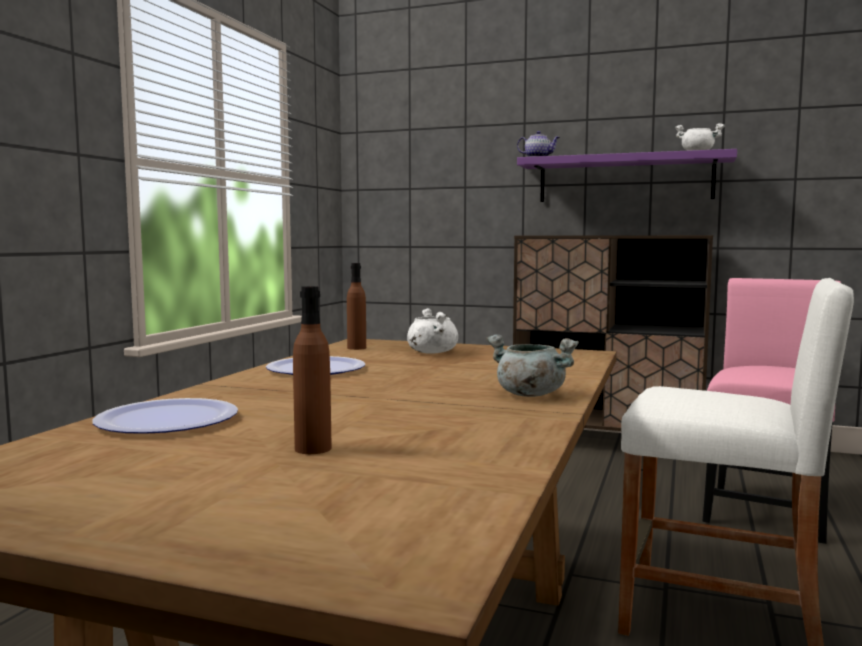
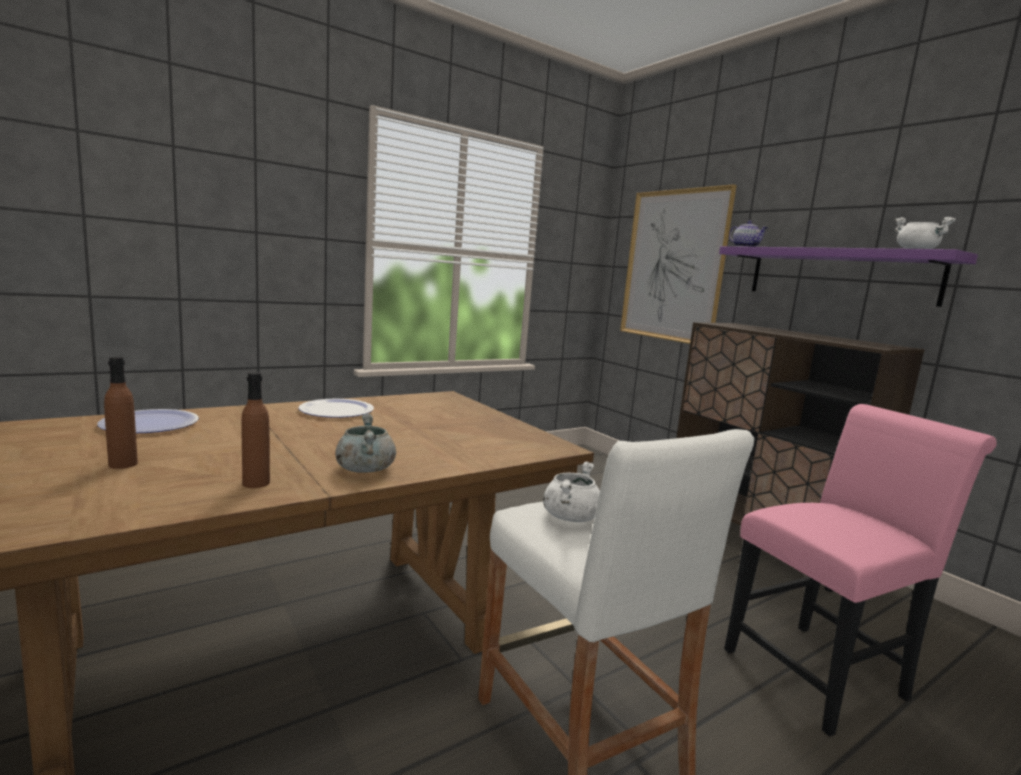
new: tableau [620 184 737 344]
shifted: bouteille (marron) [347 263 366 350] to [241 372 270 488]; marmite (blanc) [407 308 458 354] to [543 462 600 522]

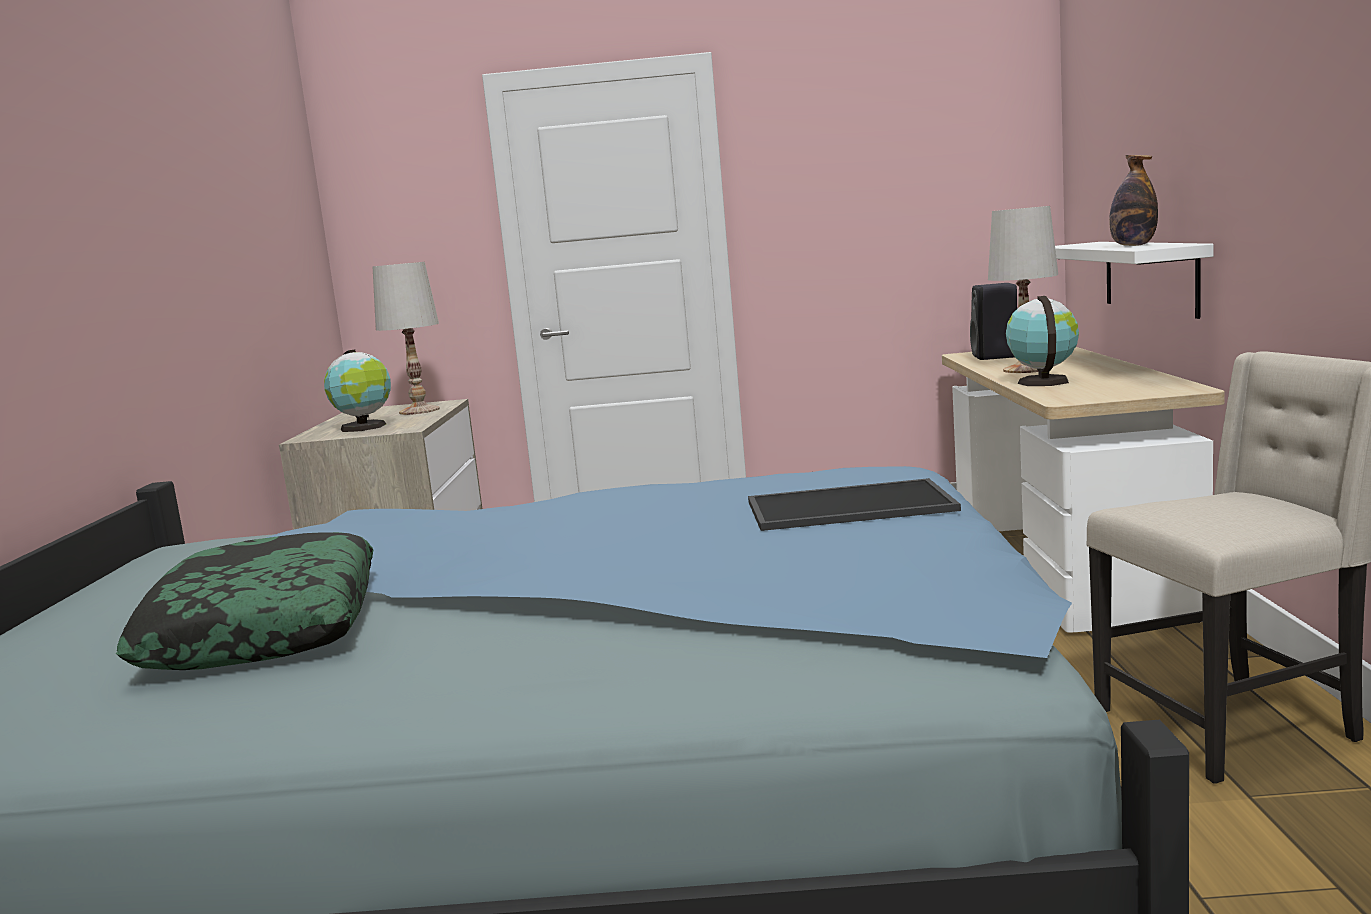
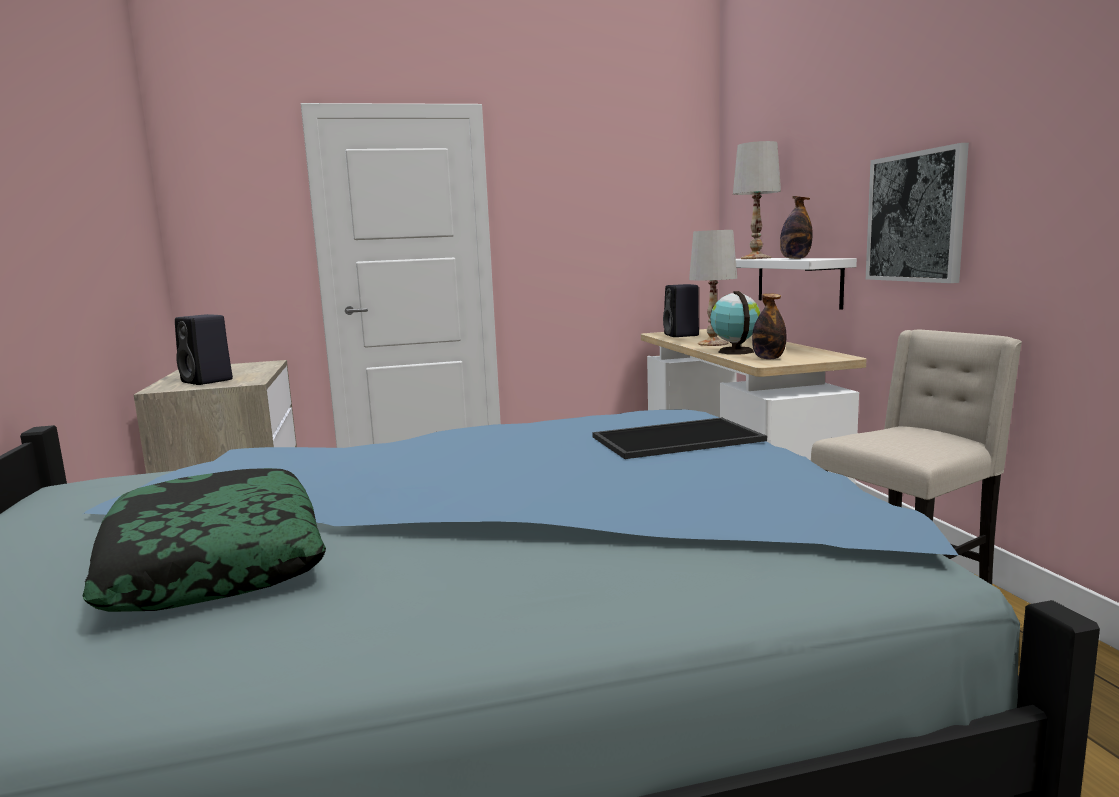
new: bouteille [752 294 786 359]; tableau [866 143 969 283]
shifted: lampe de table (blanc) [372 262 440 415] to [733 141 781 259]
swapped: globe [324 349 391 432] to enceinte (noir) [175 314 233 385]

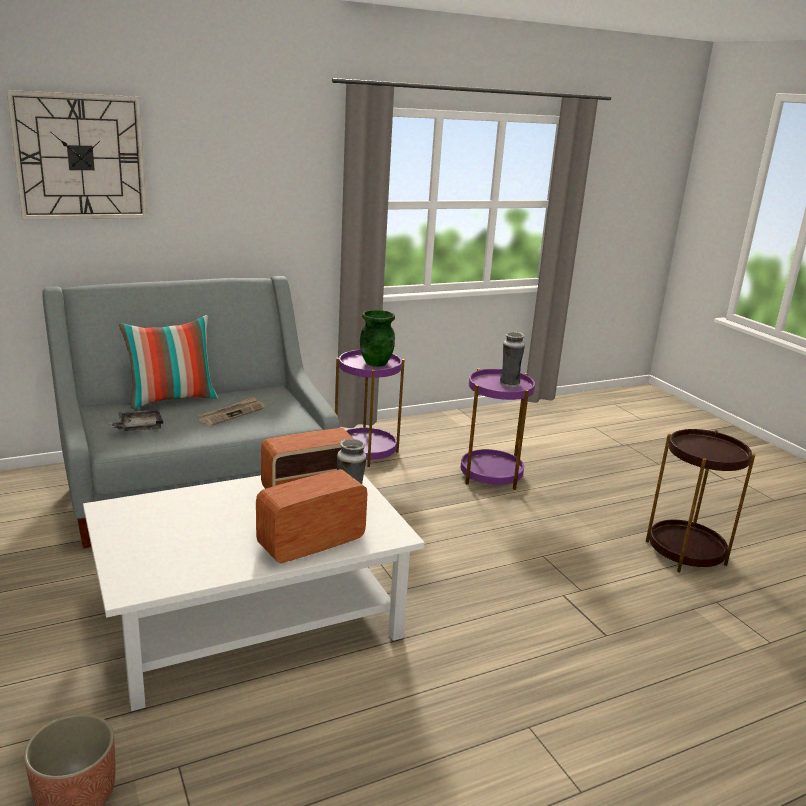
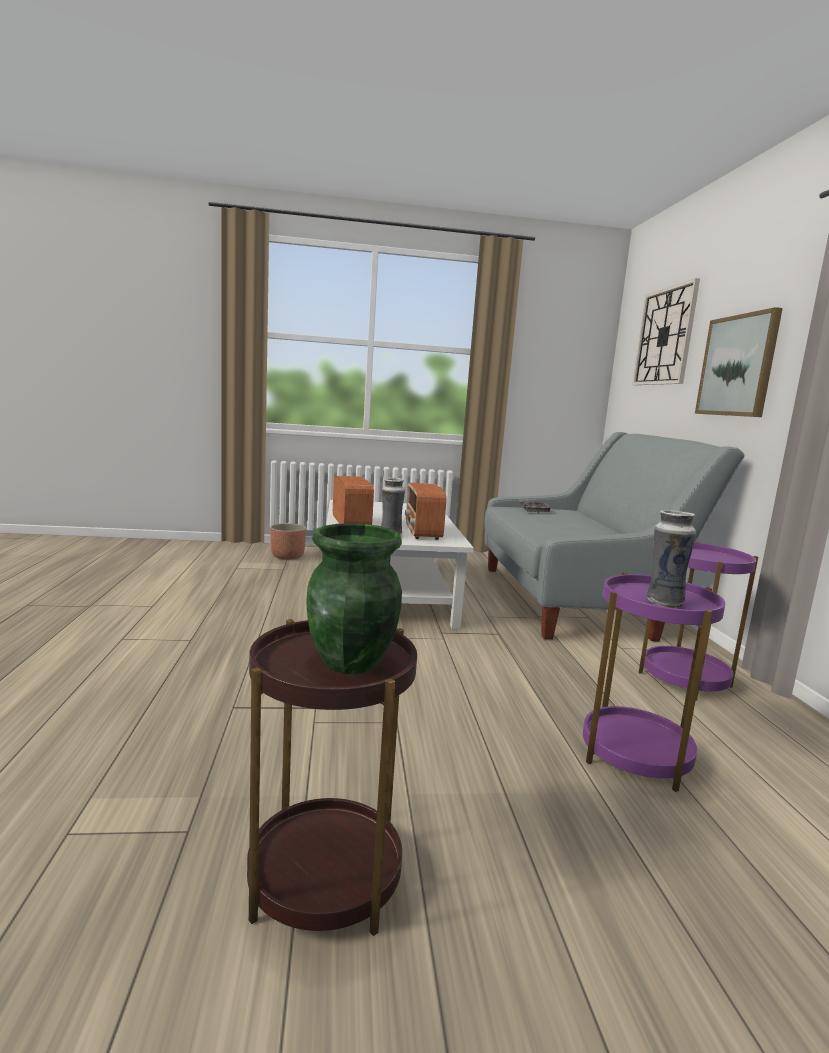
gone: coussin [119 315 218 409]; journal [198 397 265 426]
new: tableau [695 307 783 417]
shifted: vase (vert) [360 310 395 367] to [306 523 402 674]

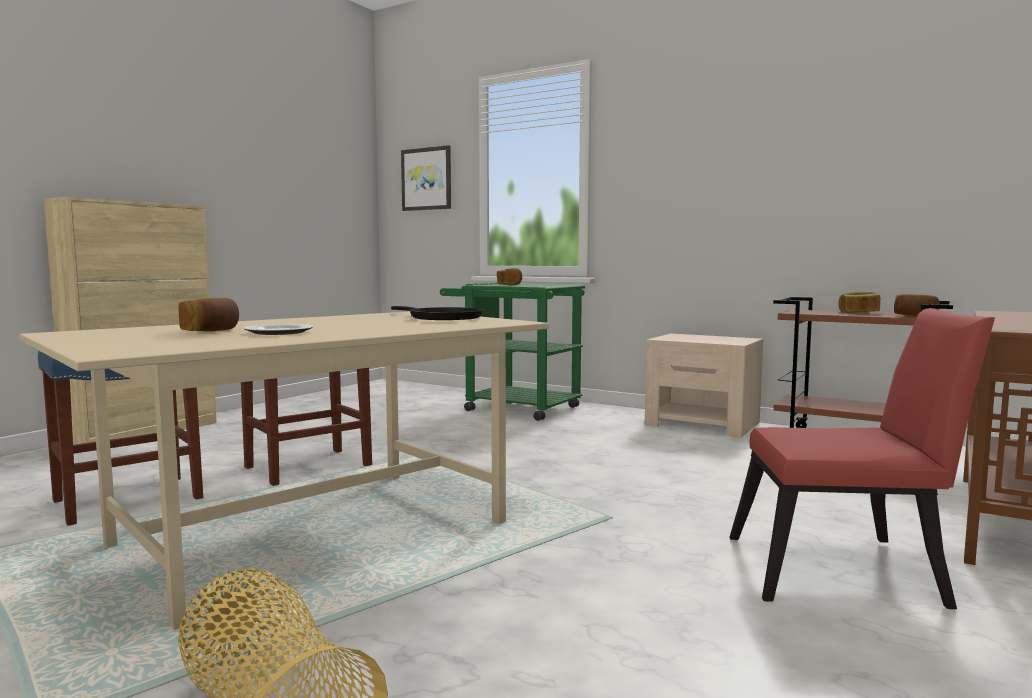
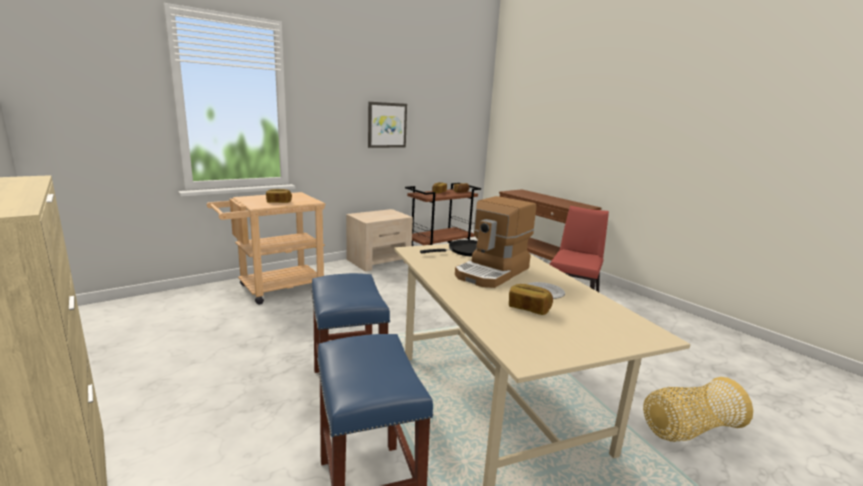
new: machine à café [455 196 536 288]
shifted: tableau [401 145 451 211] to [368 102 407 148]
repainted: chariot (vert) [440 283 585 421] to chariot (beige) [207 192 325 305]

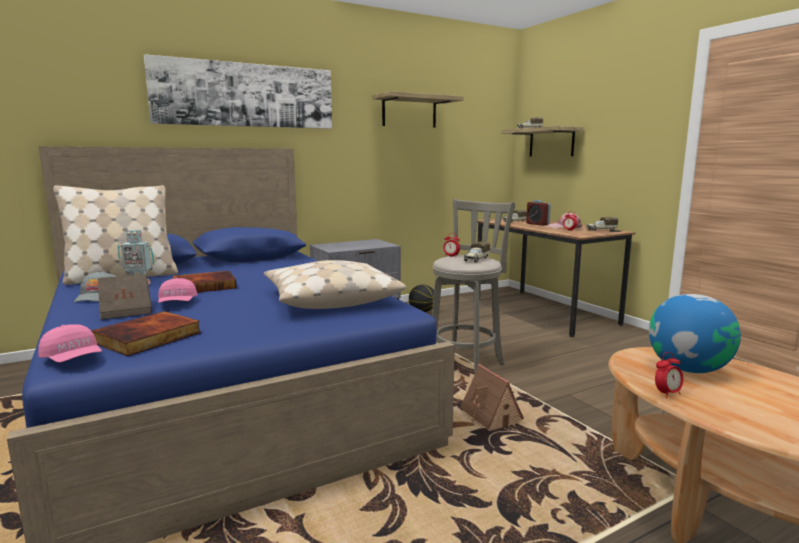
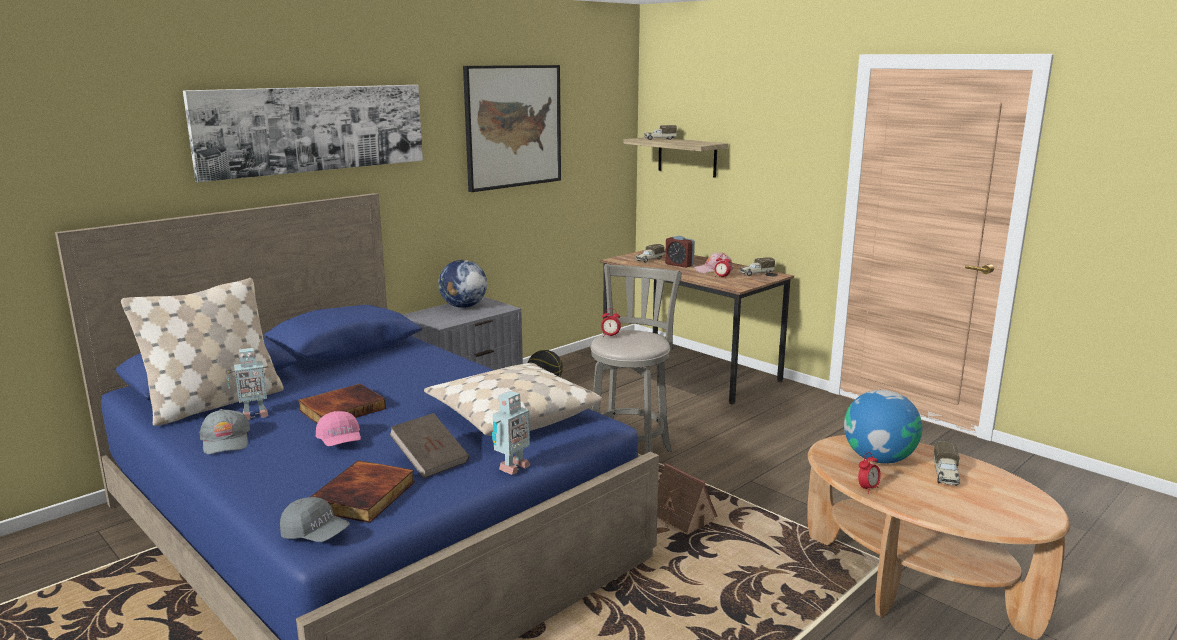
new: globe [438 260 487 308]; robot jouet [492 391 530 475]
shifted: livre (marron) [98 274 152 319] to [389 413 469 478]; camion jouet [463 241 490 262] to [933 442 960 486]
swapped: étagère [373 91 464 128] to tableau [463 65 561 192]
repainted: casquette (rose) [38 324 102 362] to casquette (gris) [280 497 350 542]

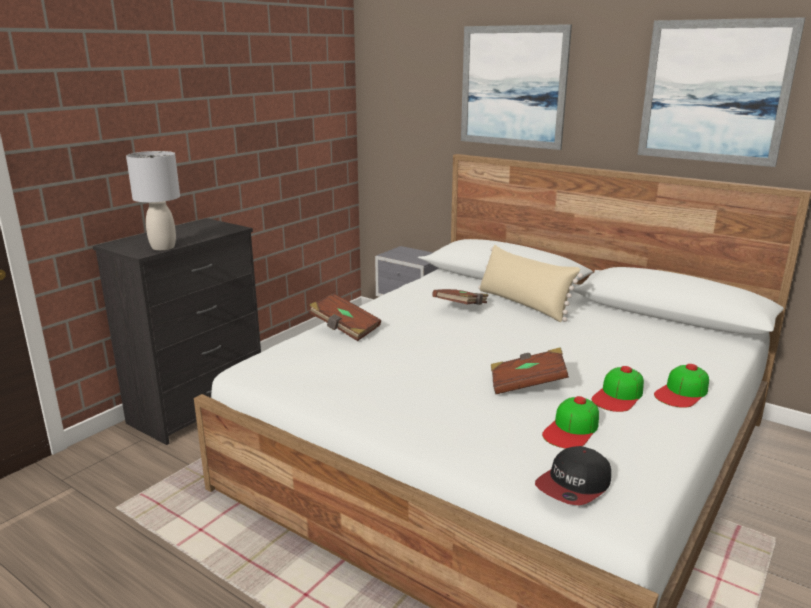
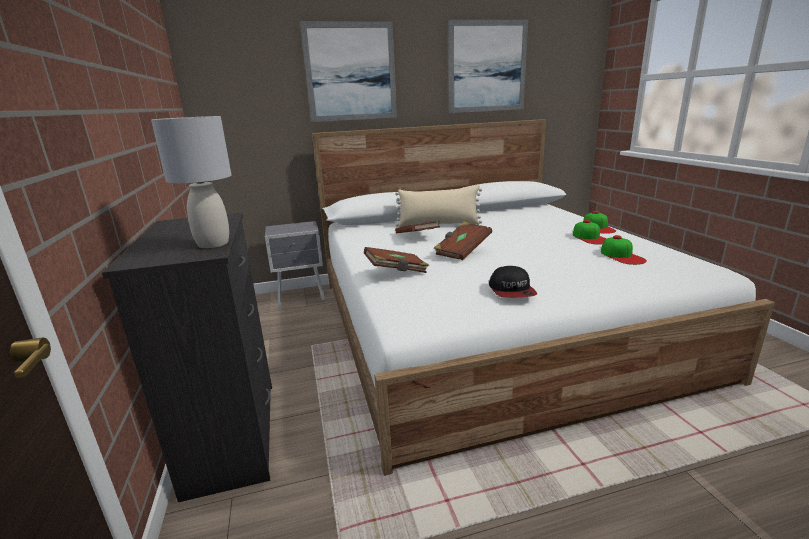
shifted: livre (marron) [491 347 569 394] to [434 222 492 260]; casquette [535 446 611 505] to [489 266 537 298]

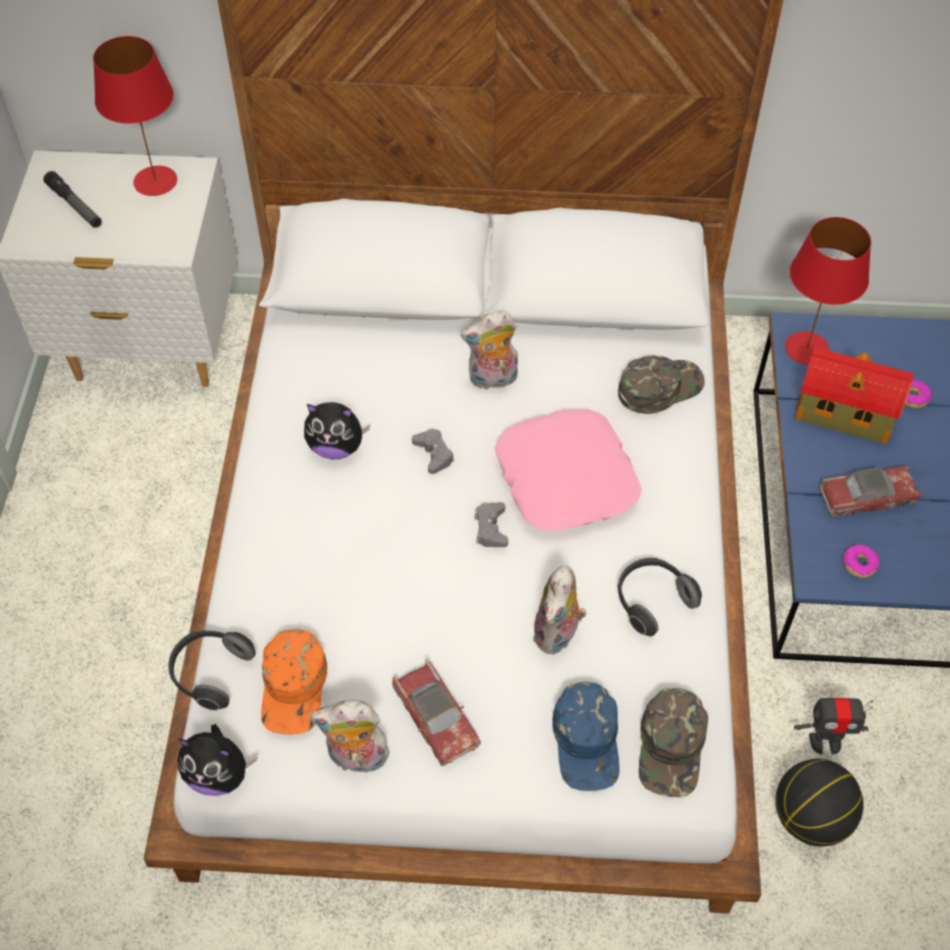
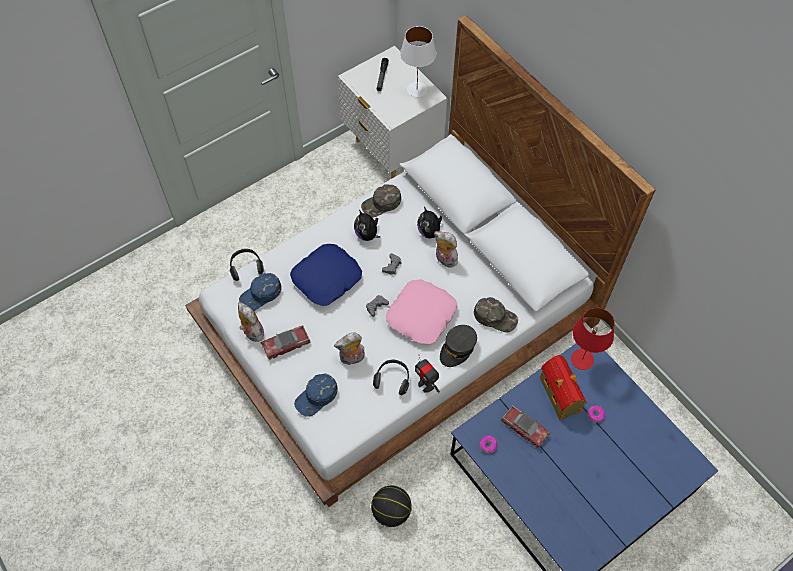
new: coussin (bleu) [290 244 362 306]; casquette (gris) [440 325 477 367]
shifted: casquette (vert) [639 688 708 797] to [361 184 401 217]; robot jouet [794 698 873 755] to [415 358 440 393]; peluche [178 724 257 796] to [417 207 442 238]
repainted: casquette (orange) [261 629 327 734] to casquette (bleu) [239 273 281 311]; lampe de table (rouge) [93 36 177 196] to lampe de table (blanc) [400 26 436 97]
rotated: petite voiture [392 659 481 766] = [261 325 311 359] 45 degrees clockwise

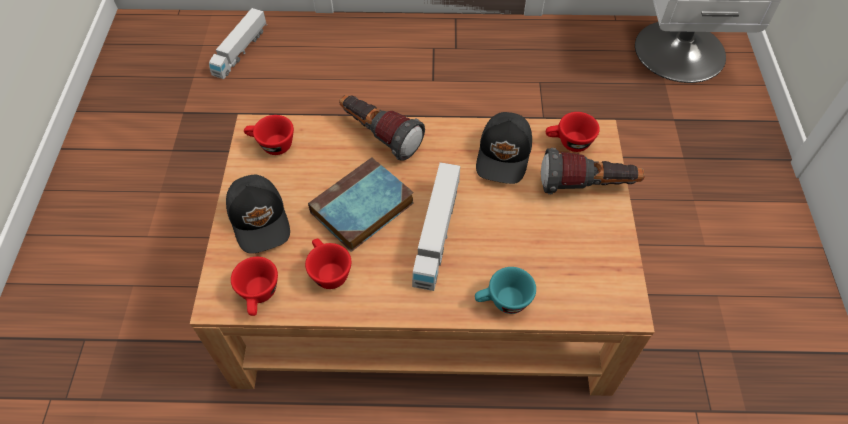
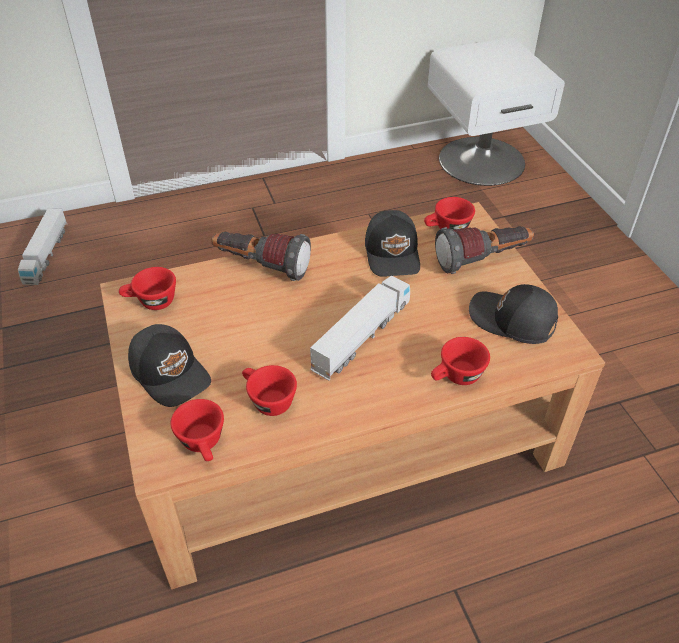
gone: livre [308 157 414 252]
new: casquette (noir) [469 284 558 344]
repainted: tasse (turquoise) [475 267 536 314] to tasse (rouge) [431 337 490 385]
rotated: camion jouet [412 162 460 291] = [310 276 410 381] 135 degrees counterclockwise

